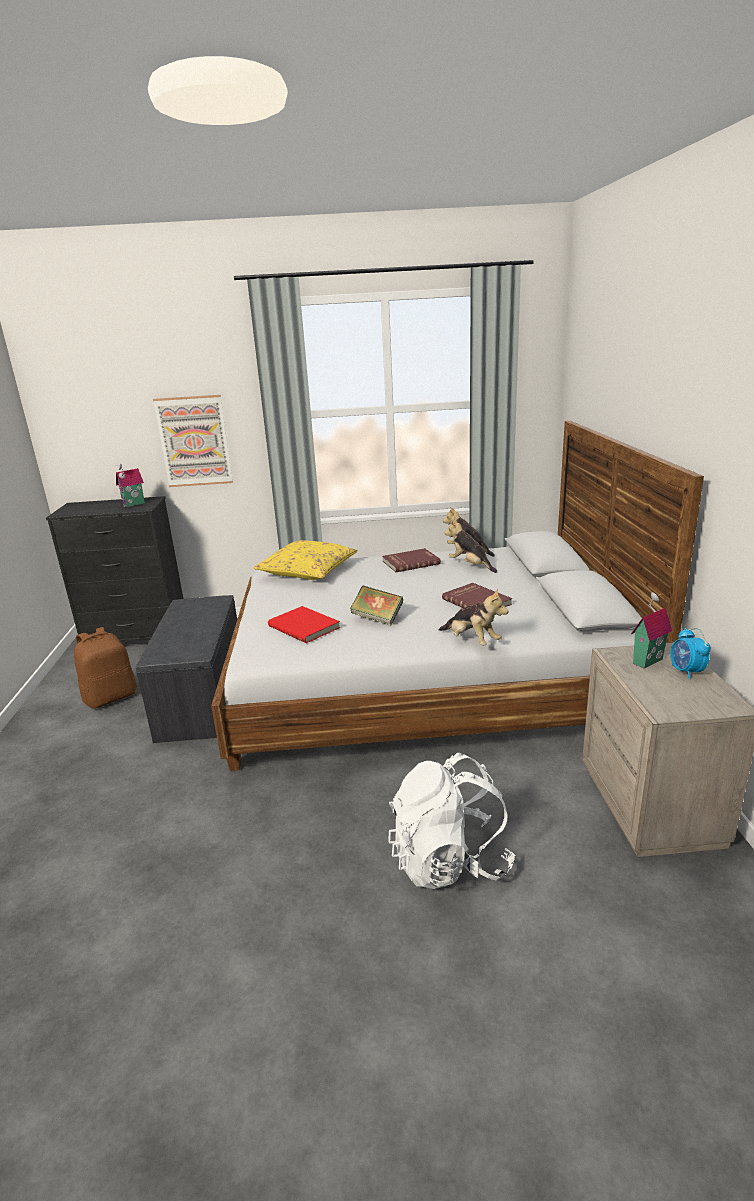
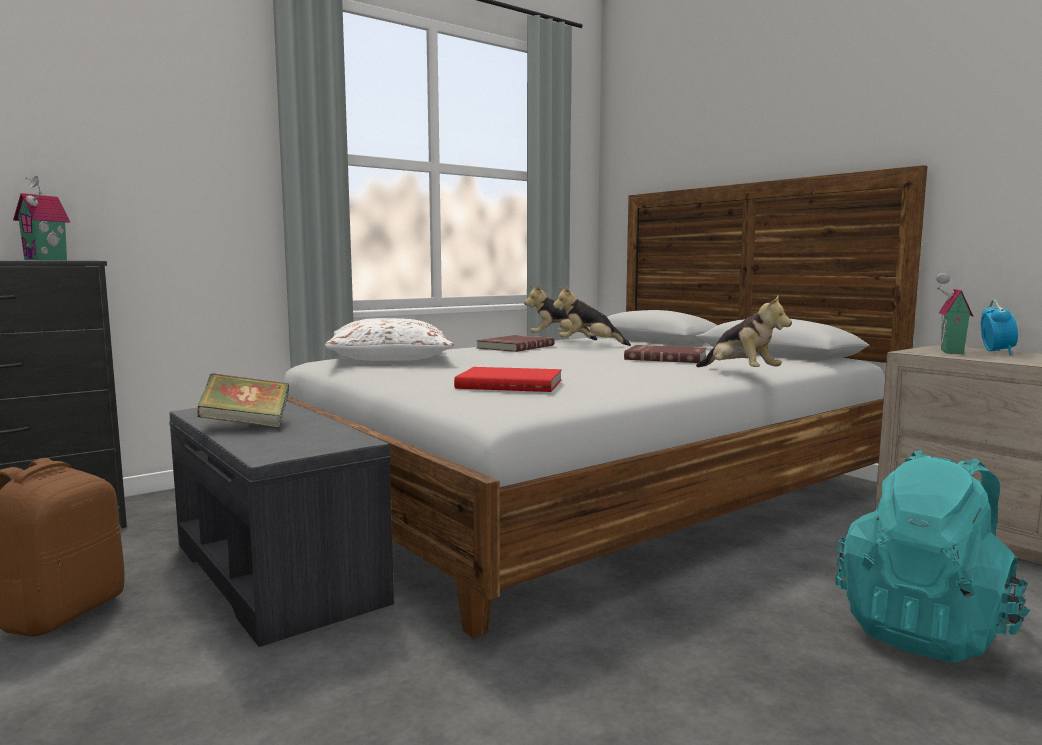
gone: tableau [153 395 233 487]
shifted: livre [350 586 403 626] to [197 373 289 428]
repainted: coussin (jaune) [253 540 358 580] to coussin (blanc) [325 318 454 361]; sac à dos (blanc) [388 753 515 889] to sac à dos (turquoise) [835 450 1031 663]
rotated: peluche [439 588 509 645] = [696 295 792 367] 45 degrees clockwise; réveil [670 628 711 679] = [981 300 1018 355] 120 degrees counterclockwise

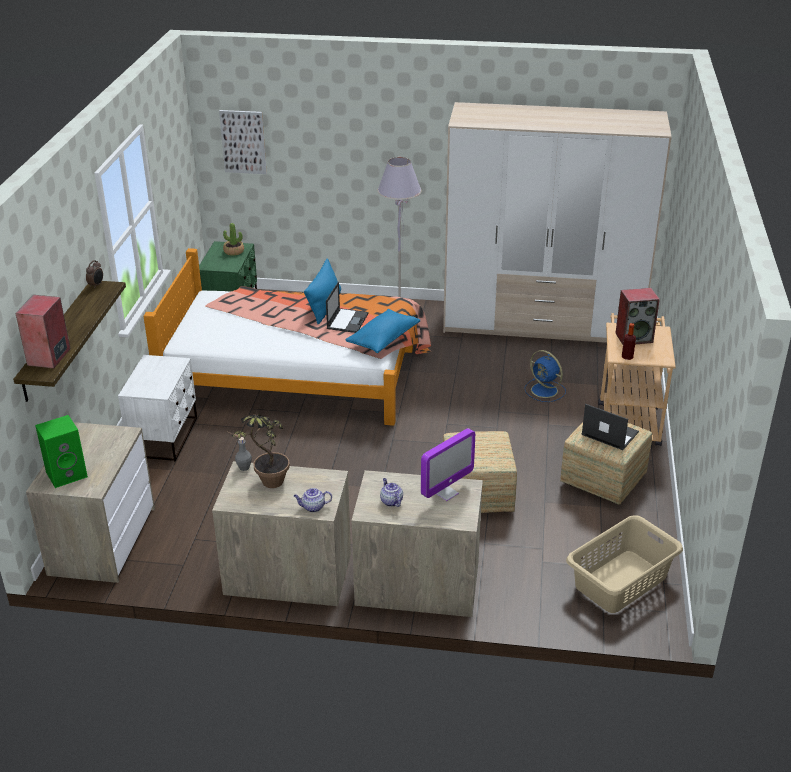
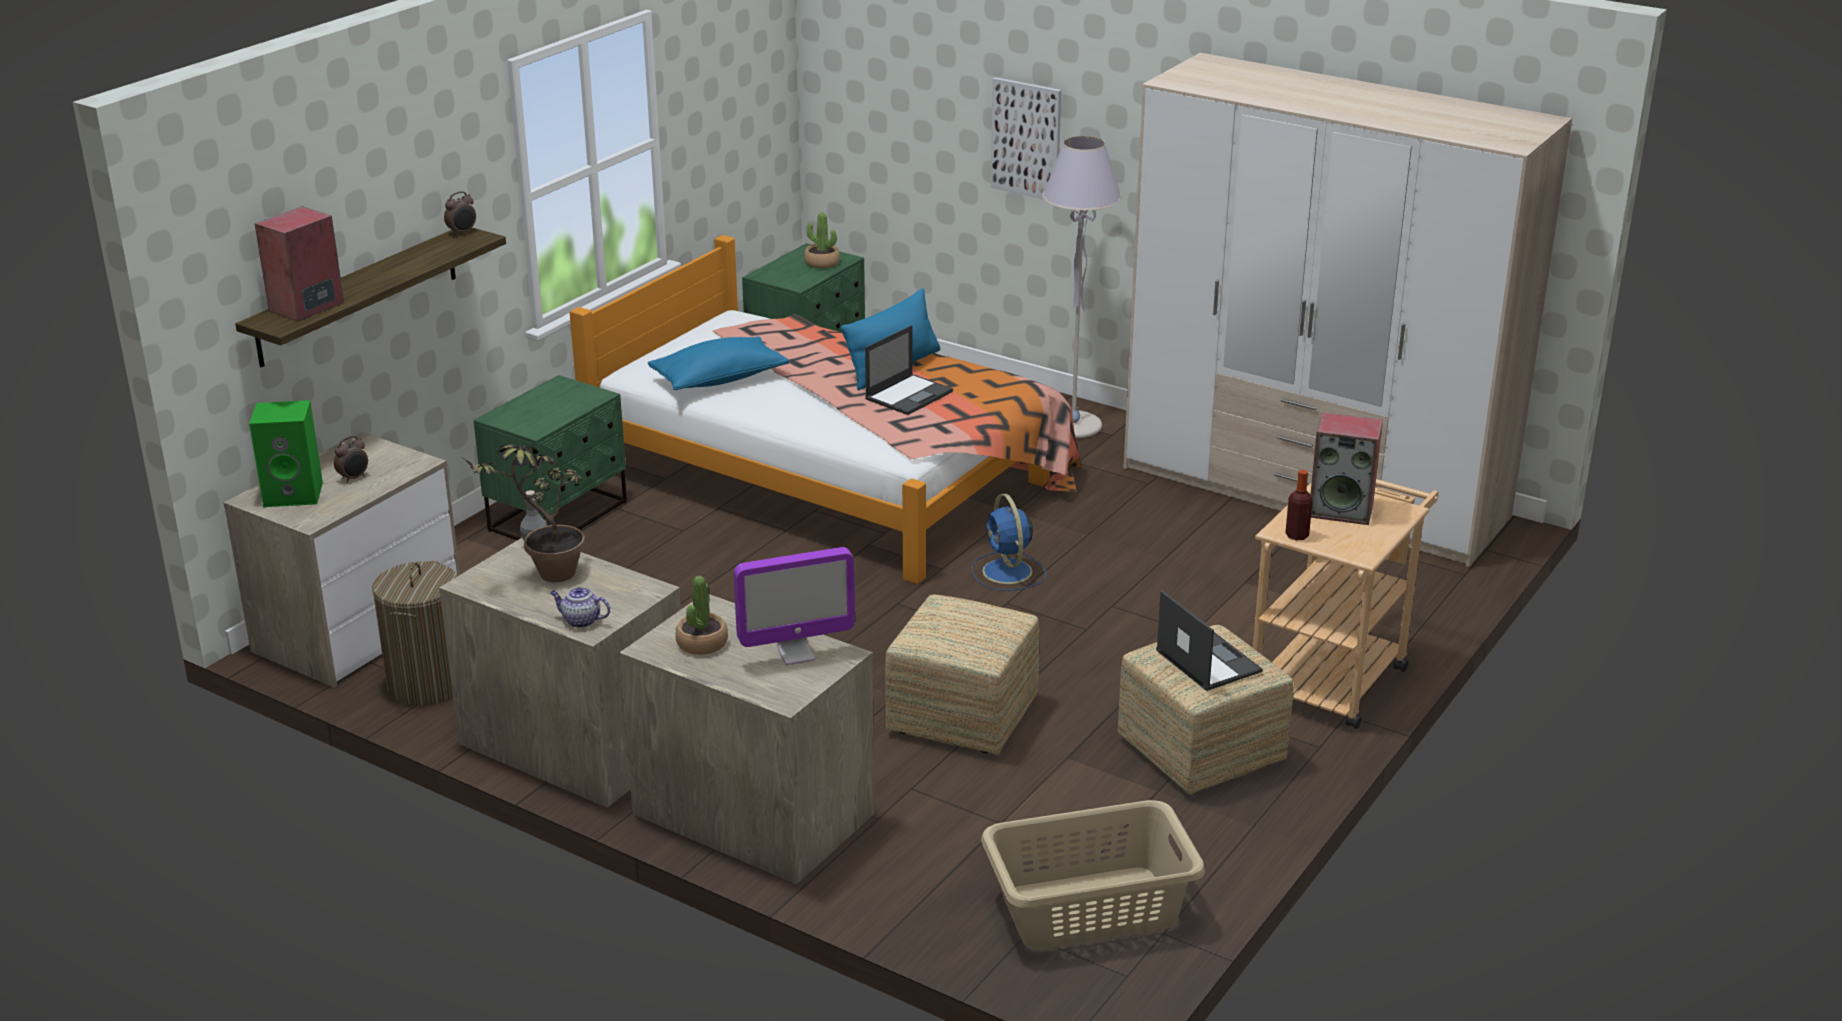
new: réveil [334 436 368 483]; panier à linge [372 561 457 706]
shifted: coussin (bleu) [345 309 420 353] to [648 336 789 390]; ventilateur (bleu) [525 350 566 402] to [972 494 1046 591]; tableau [219 110 267 174] to [991 77 1061 199]
swapped: théière [380 478 403 507] to plante en pot [676 576 728 655]
repainted: table de chevet (blanc) [118 355 197 461] to table de chevet (vert) [474 375 627 540]

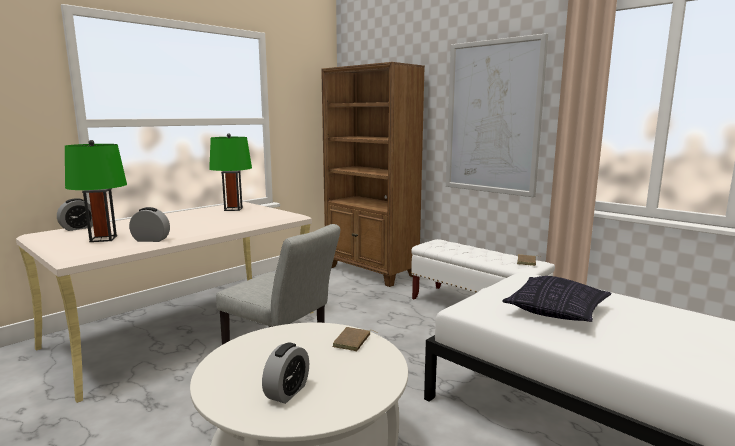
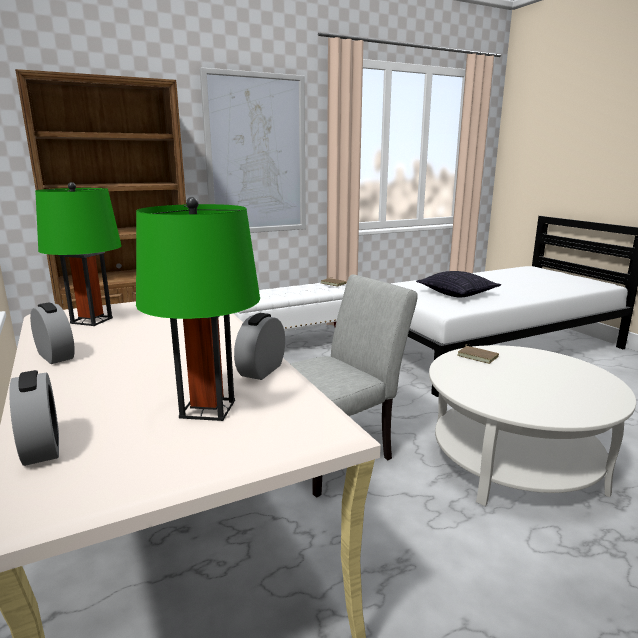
shifted: réveil [262 342 309 404] to [30 302 75 364]

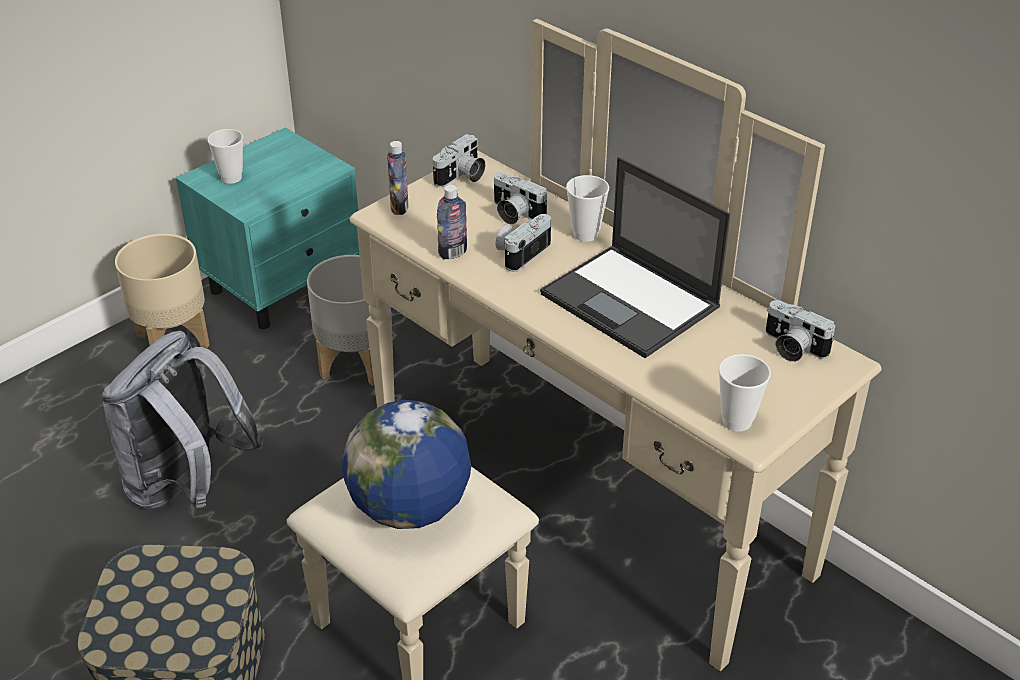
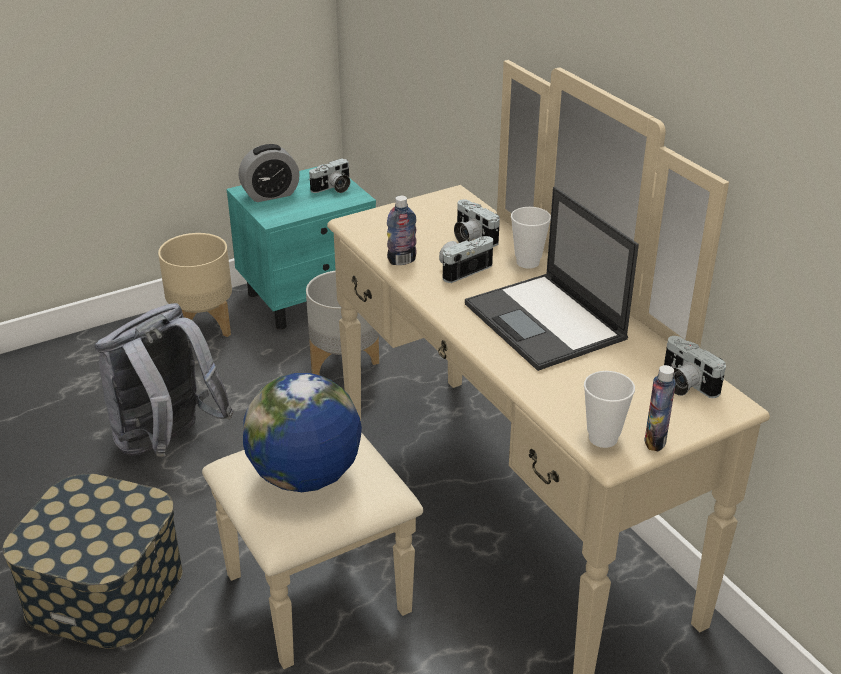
shifted: appareil photo [433 134 486 187] to [309 158 350 193]; bouteille [387 141 409 215] to [645 365 676 451]
swapped: tasse [207 129 243 184] to réveil [239 144 300 202]

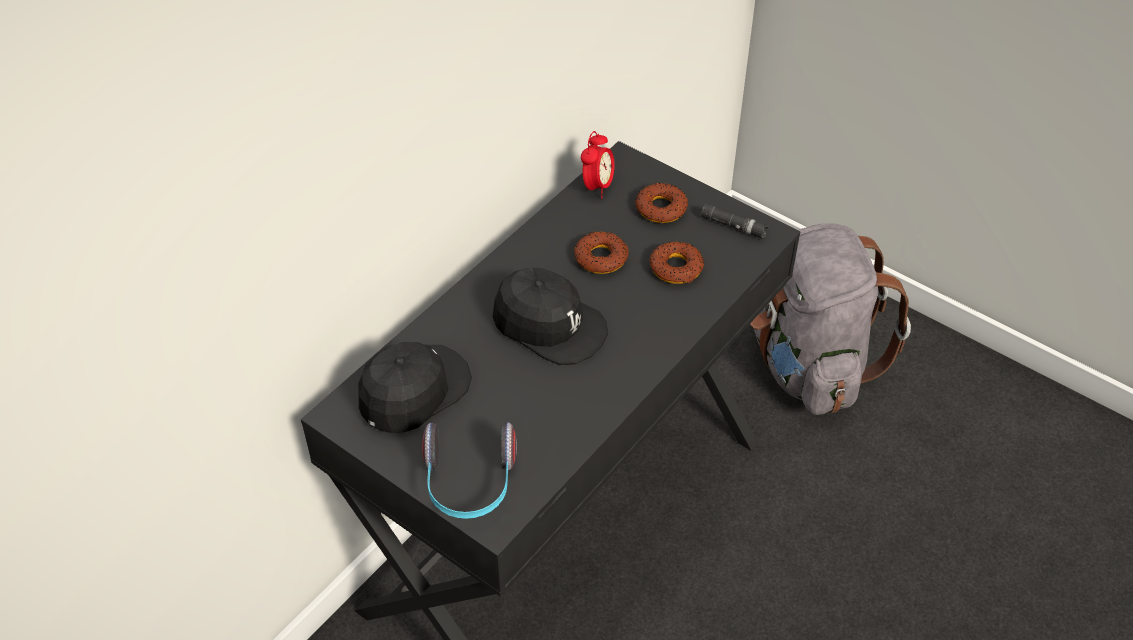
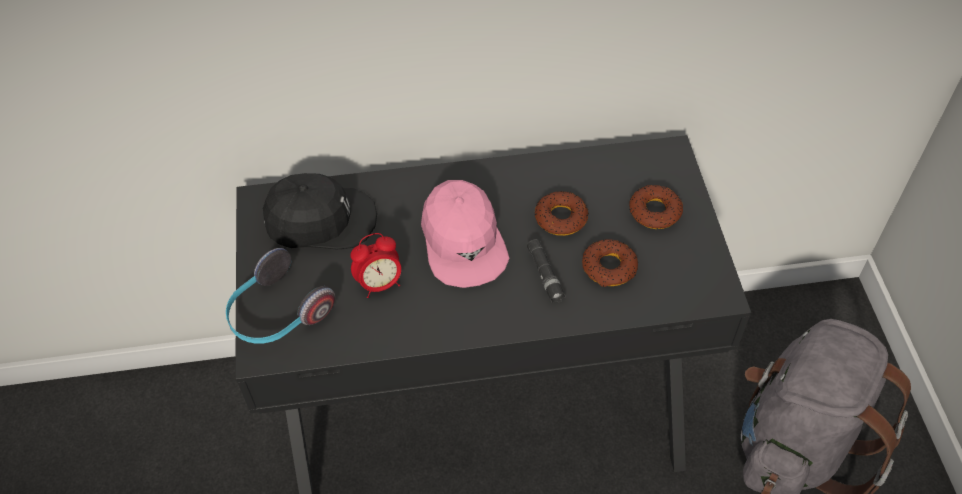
shifted: réveil [581 131 614 198] to [350 233 401 298]; lampe de poche (noir) [701 204 769 239] to [527 239 566 303]
repainted: casquette (noir) [493 268 608 365] to casquette (rose) [421 180 510 288]

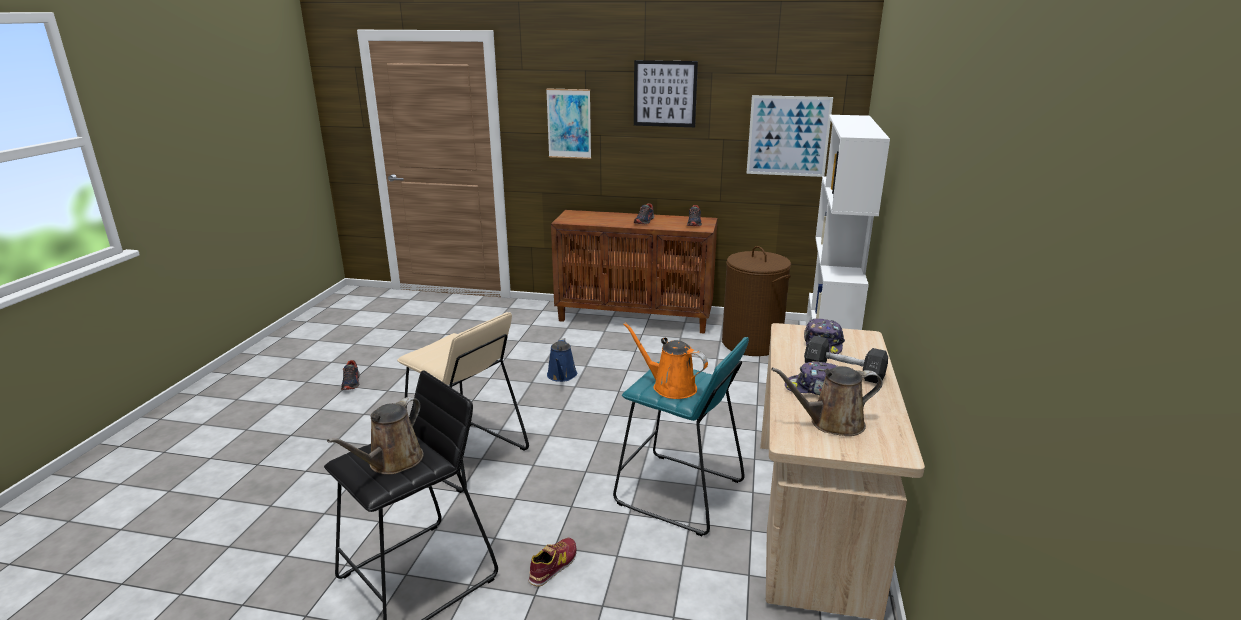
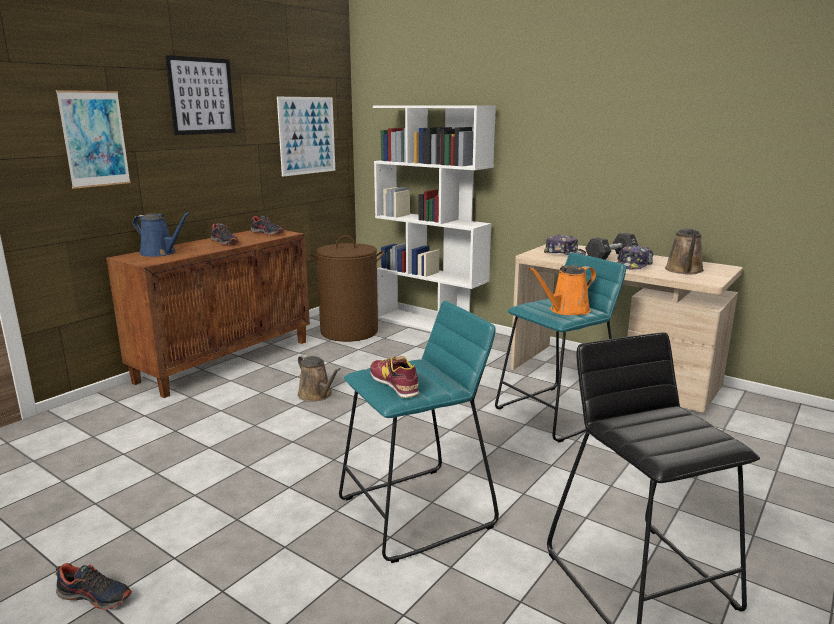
shifted: arrosoir (bleu) [547 338 577 382] to [133 212 190 257]; arrosoir (marron) [327 397 424 475] to [298 354 341 402]; chaussure [529 538 577 587] to [370 356 419 398]
repainted: tabouret (beige) [397 312 529 493] to tabouret (turquoise) [339 301 499 563]

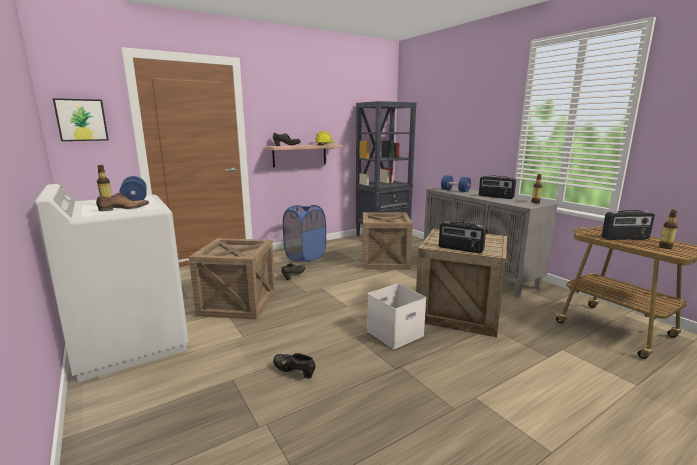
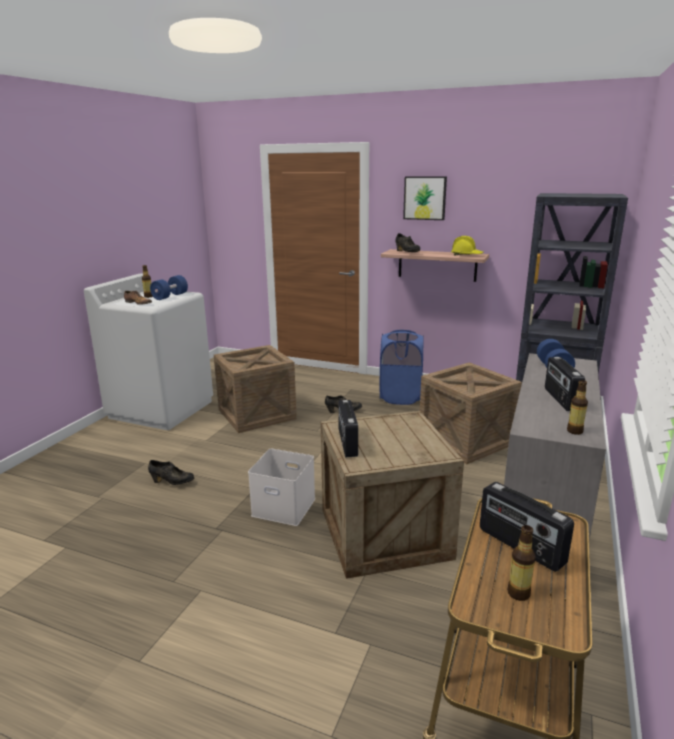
shifted: tableau [53 98 109 141] to [403 176 447 220]
rotated: chaussure (noir) [273 353 316 379] = [148 460 194 485] 105 degrees clockwise

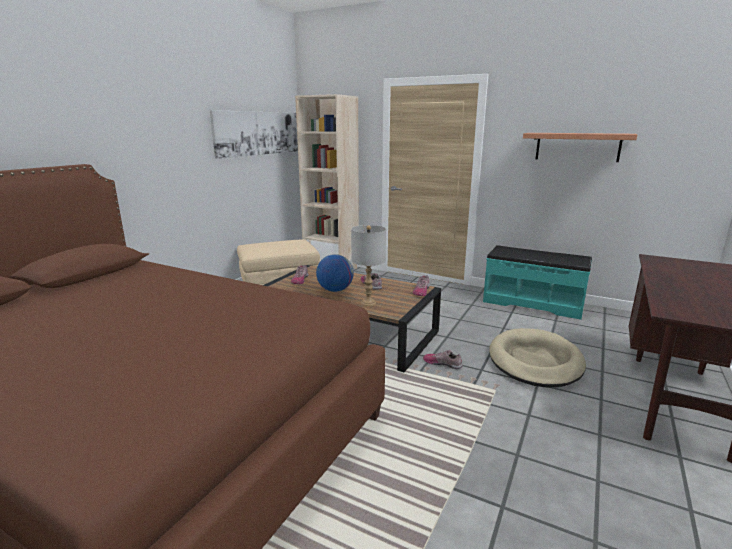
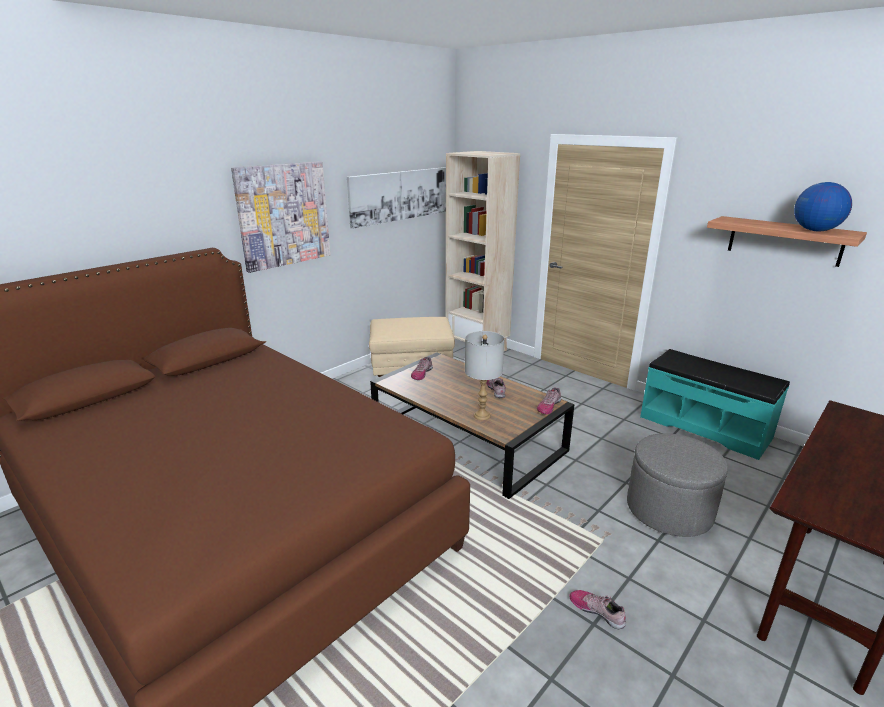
new: tableau [231 161 330 273]
shifted: chaussure [423 350 462 369] to [569 590 626 629]; globe [316 254 354 292] to [794 182 852 231]
swapped: panier pour chien (beige) [489 328 586 388] to pouf (gris) [627 433 728 537]

